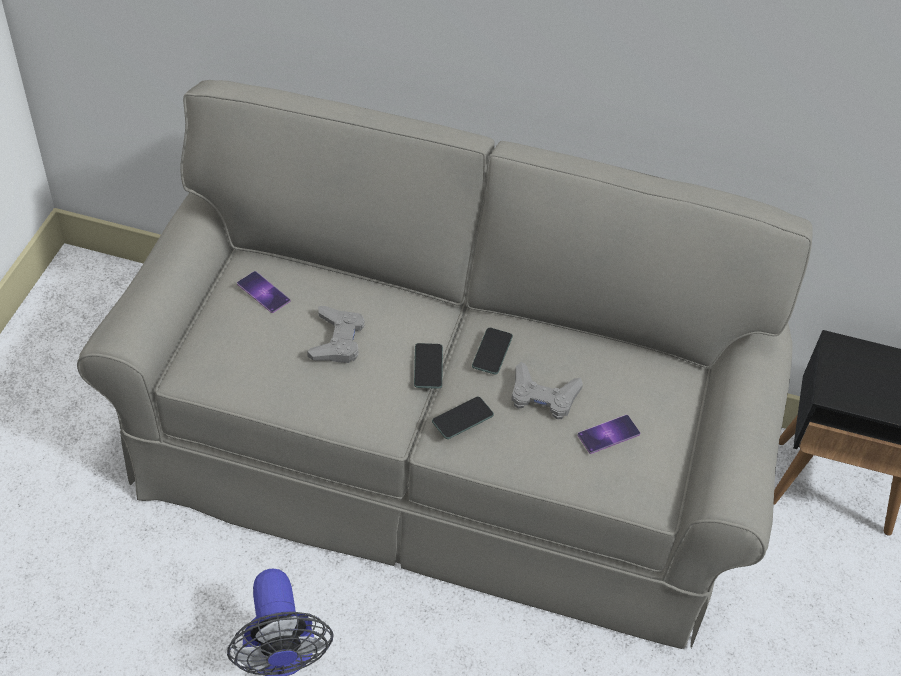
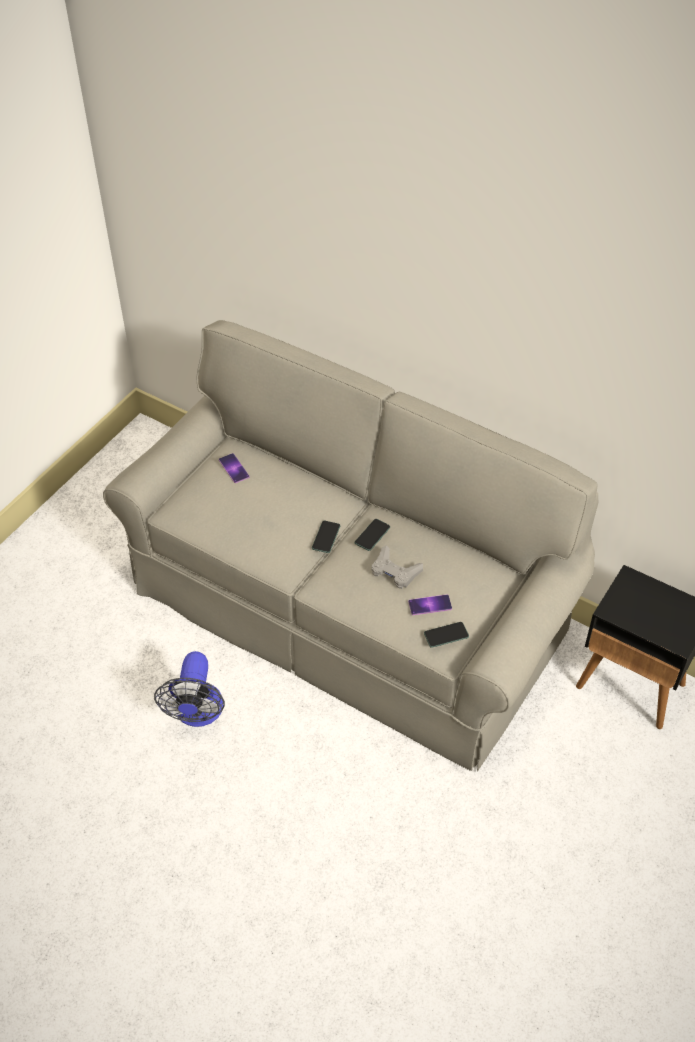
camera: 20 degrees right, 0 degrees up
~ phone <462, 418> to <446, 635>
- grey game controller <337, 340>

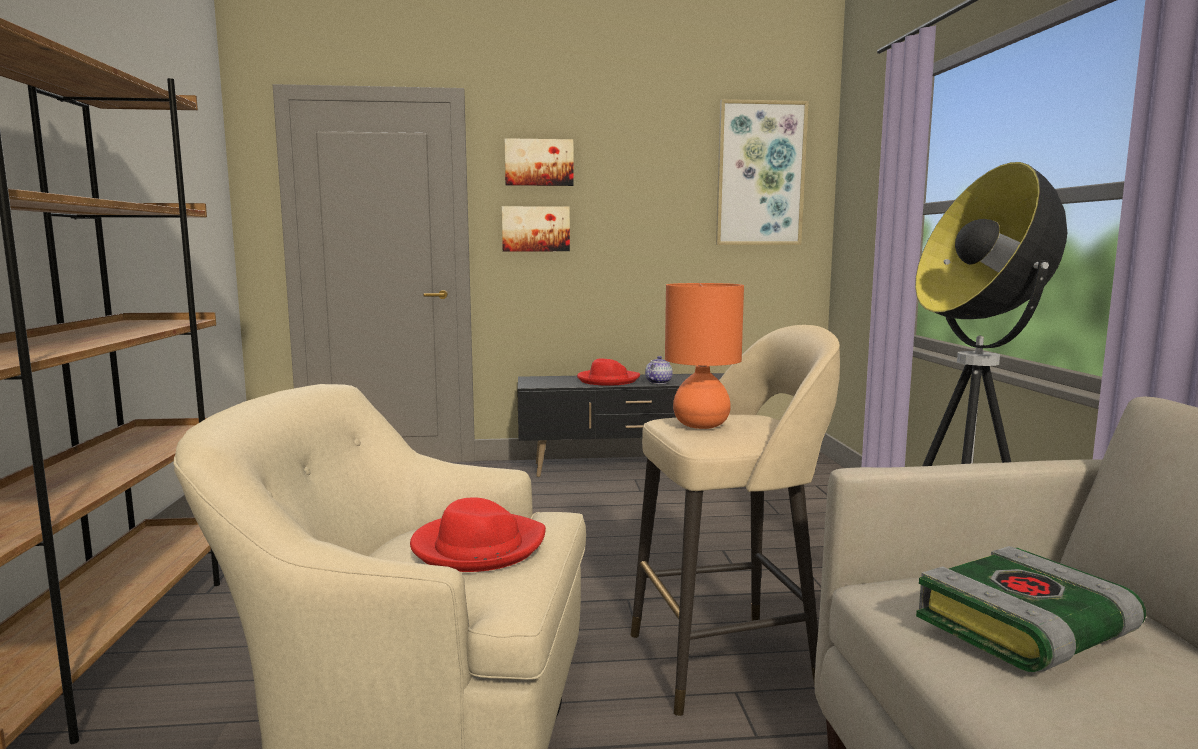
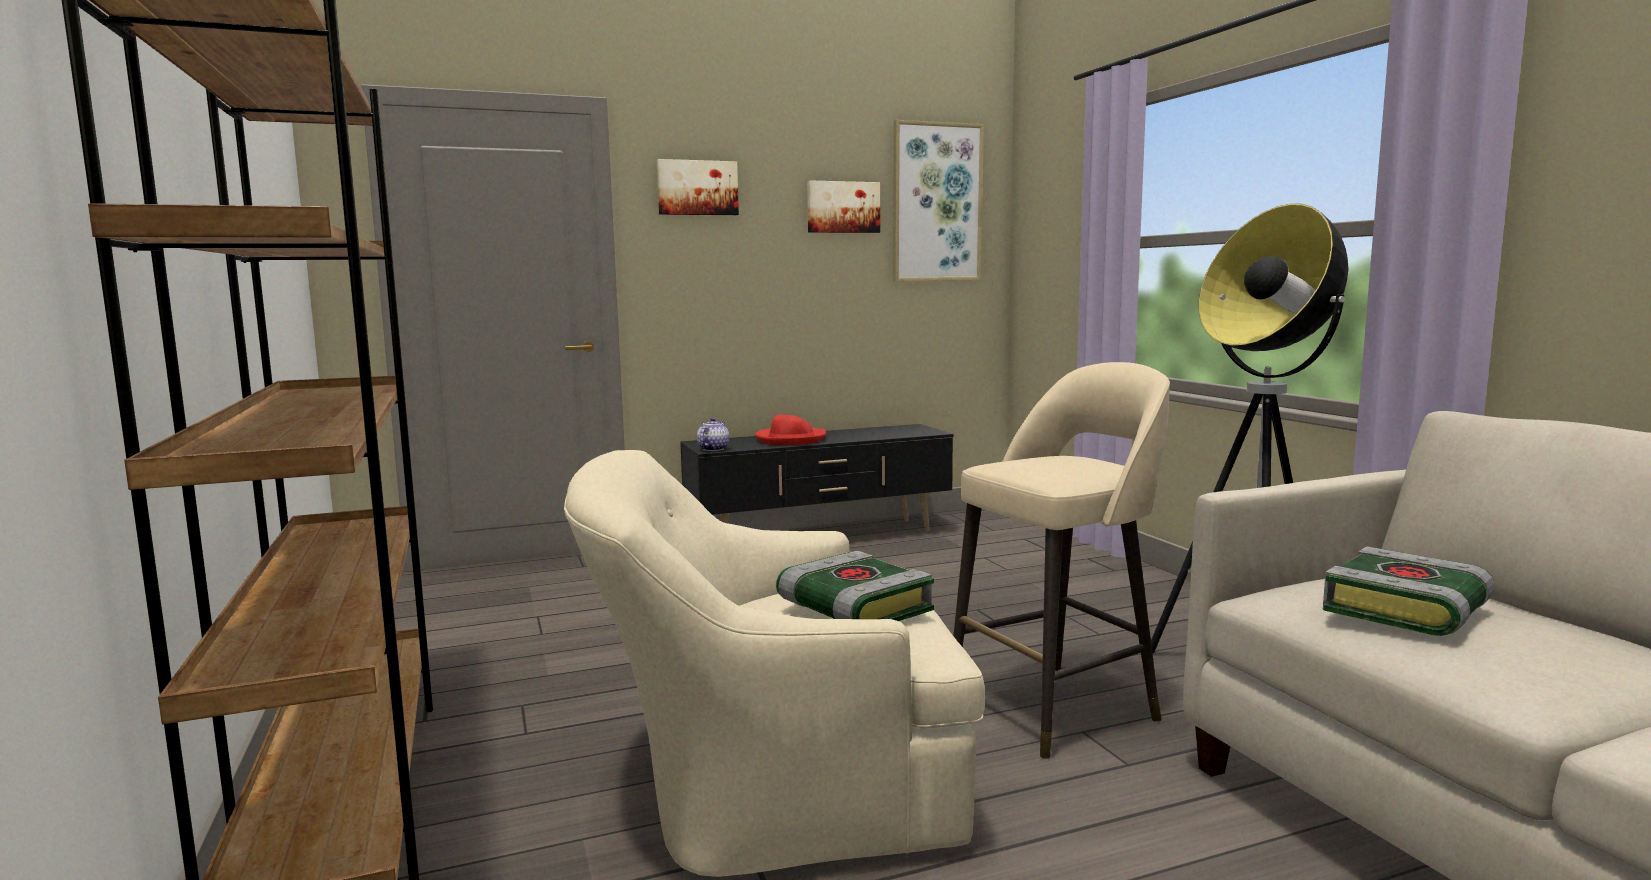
camera: 15 degrees left, 0 degrees up
~ teapot <658, 382> to <712, 449>
~ red hat <478, 547> to book <852, 608>
~ picture <535, 229> to <842, 207>
- orange table lamp <702, 425>

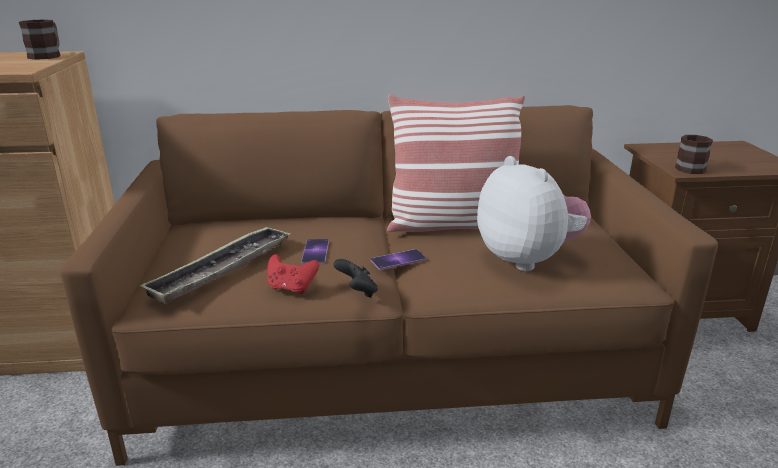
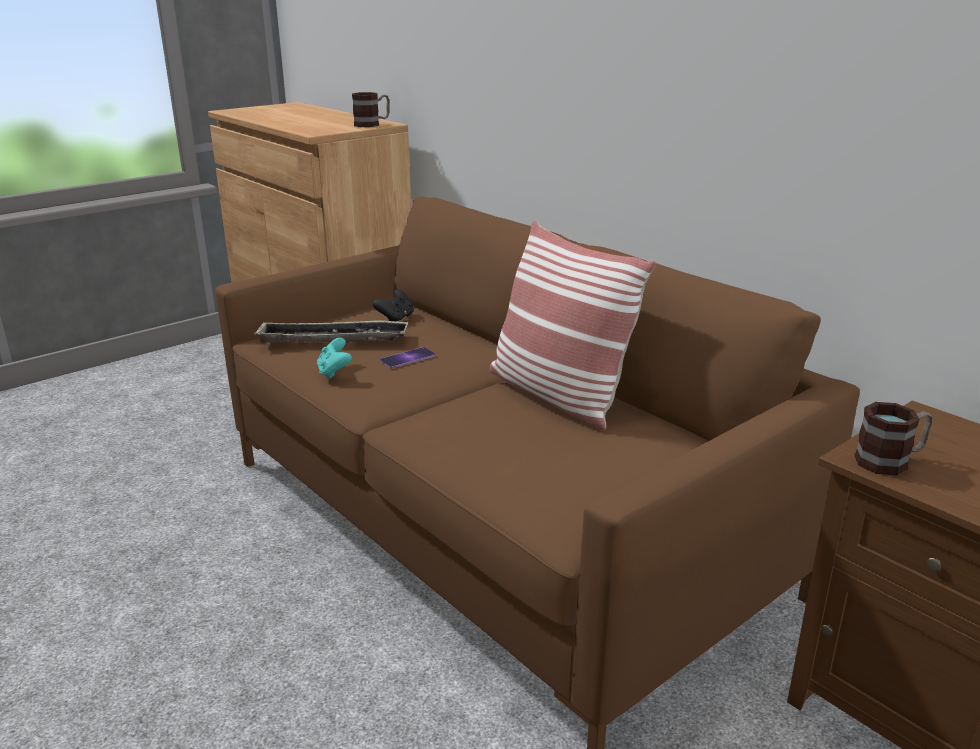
camera: 55 degrees right, 0 degrees up
~ red game controller <291, 288> to turquoise game controller <334, 372>
~ black game controller <357, 292> to <395, 319>
- phone <398, 260>
- plush toy <528, 259>

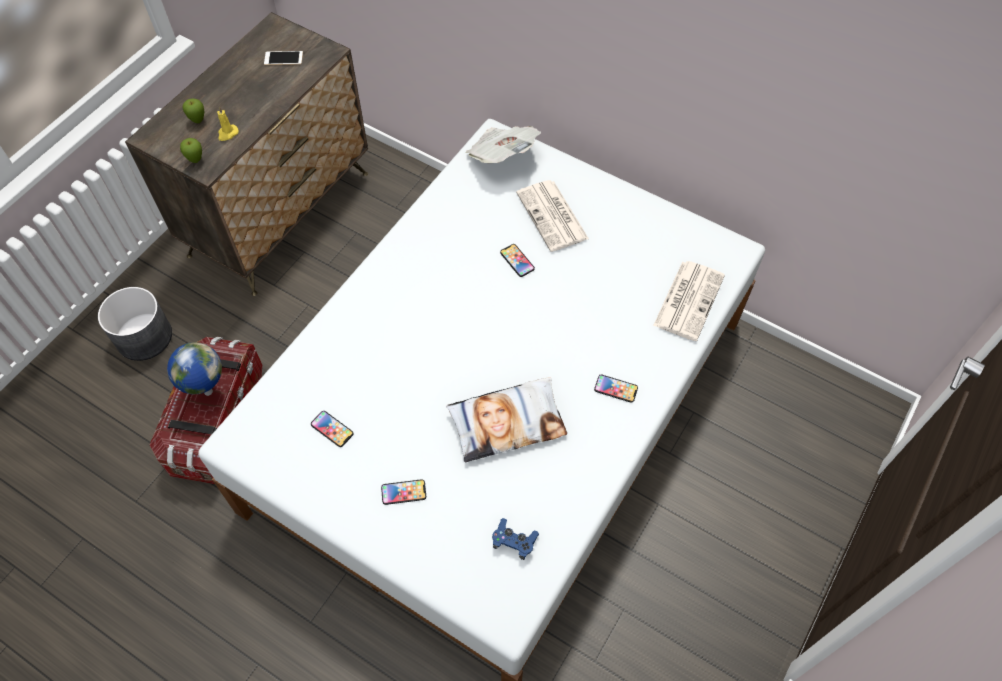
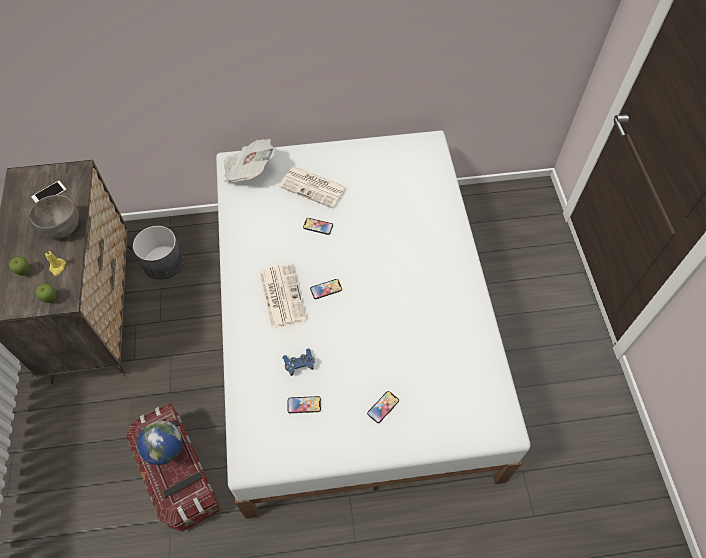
camera: 40 degrees left, 0 degrees up
+ grey bowl <63, 228>
~ grey planter <144, 336> to <163, 262>
~ newspaper <688, 299> to <281, 295>
~ blue game controller <514, 542> to <299, 364>
~ phone <616, 389> to <326, 289>
- pillow <507, 422>

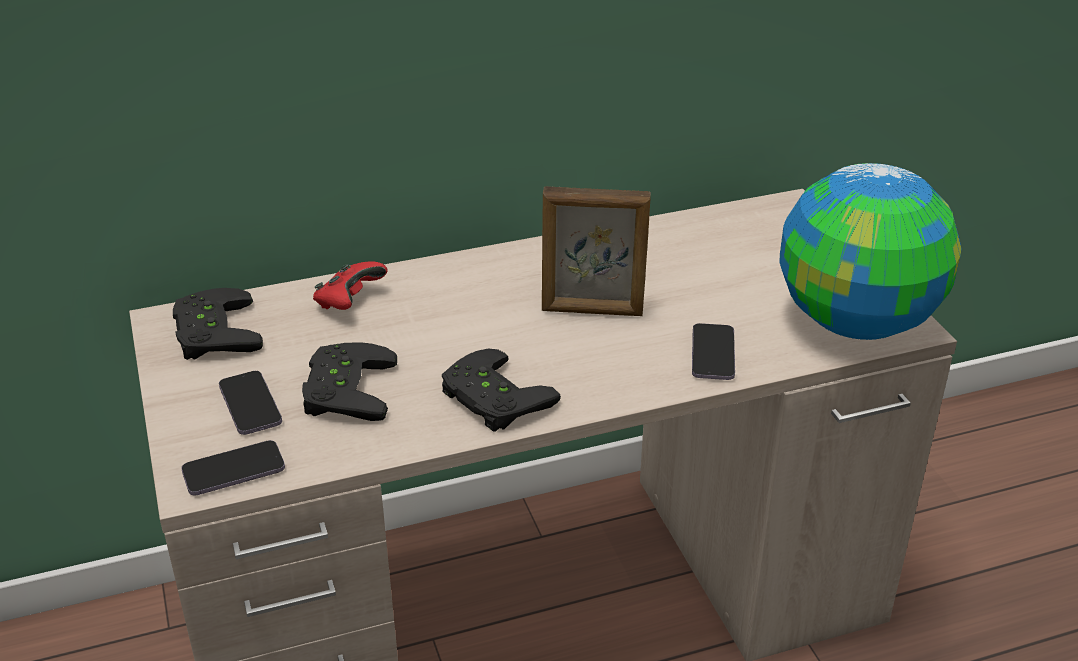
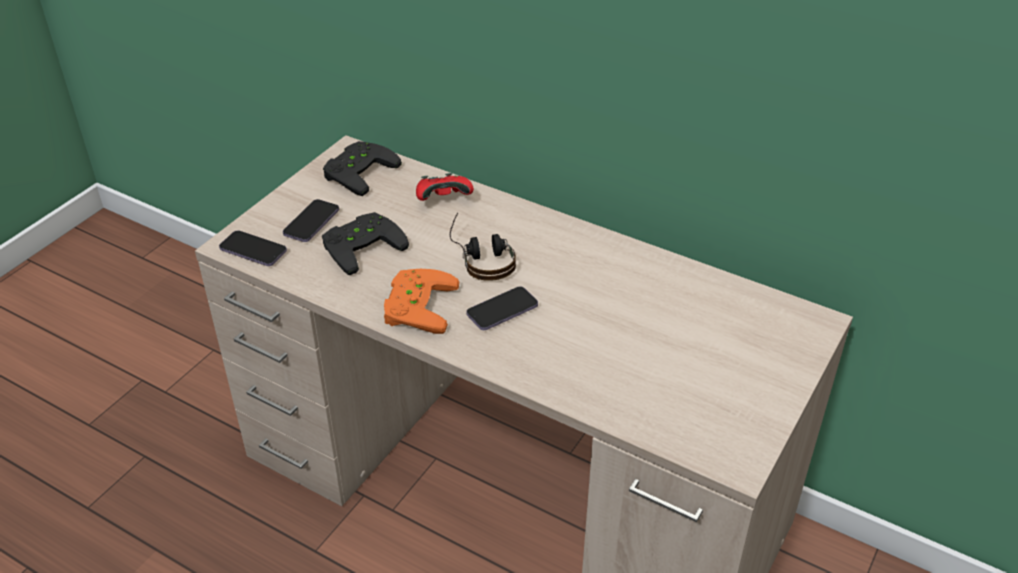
camera: 50 degrees right, 5 degrees up
~ black game controller <491, 399> to orange game controller <415, 305>
+ headphones <482, 256>
~ phone <713, 354> to <502, 310>
- picture frame <592, 311>
- globe <857, 322>

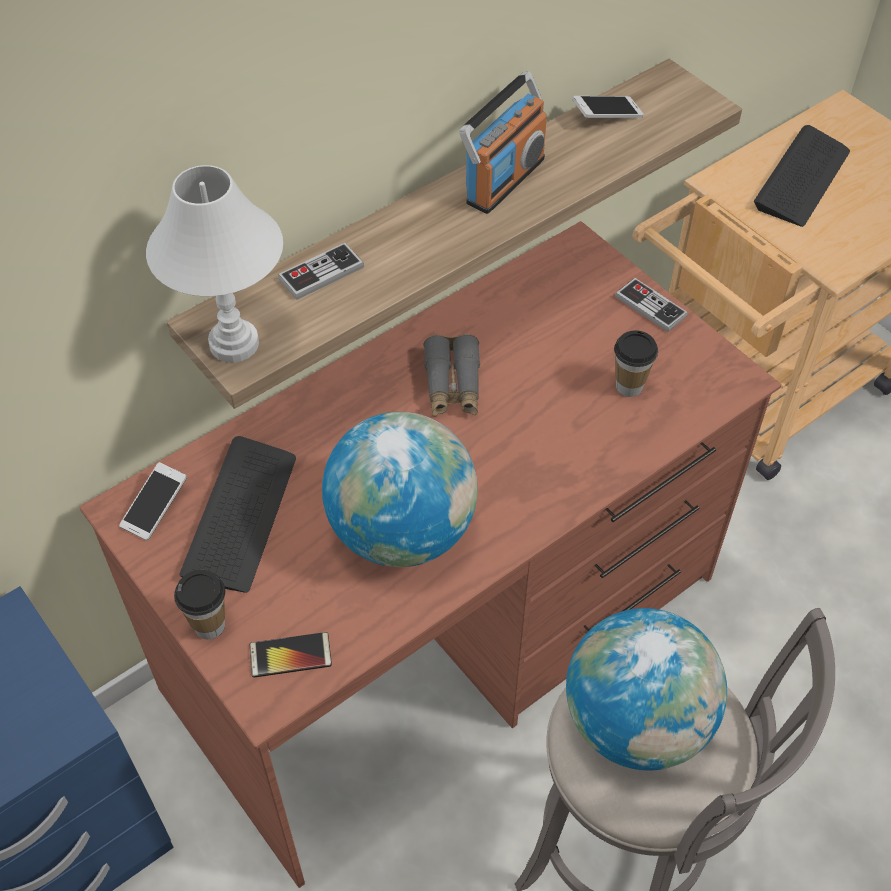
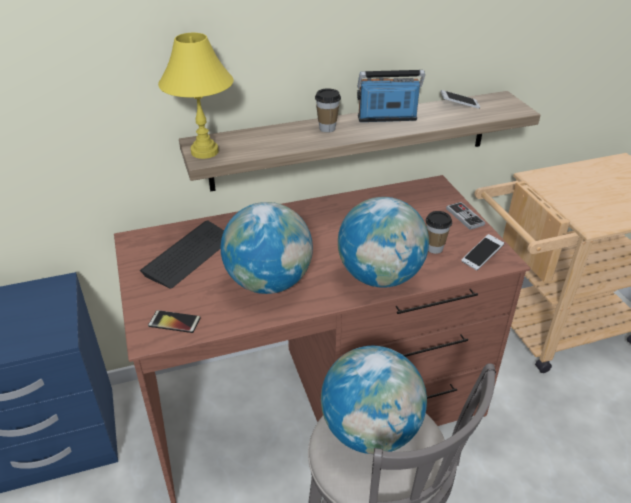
camera: 20 degrees right, 15 degrees down
~ white table lamp <233, 344> to yellow table lamp <204, 151>
~ cup <209, 625> to <327, 128>
+ globe <380, 277>
~ radio <504, 180> = <387, 118> 150 degrees counterclockwise
~ phone <155, 508> to <481, 257>
- game controller <321, 273>
- grey binoculars <452, 385>
- keyboard <802, 178>

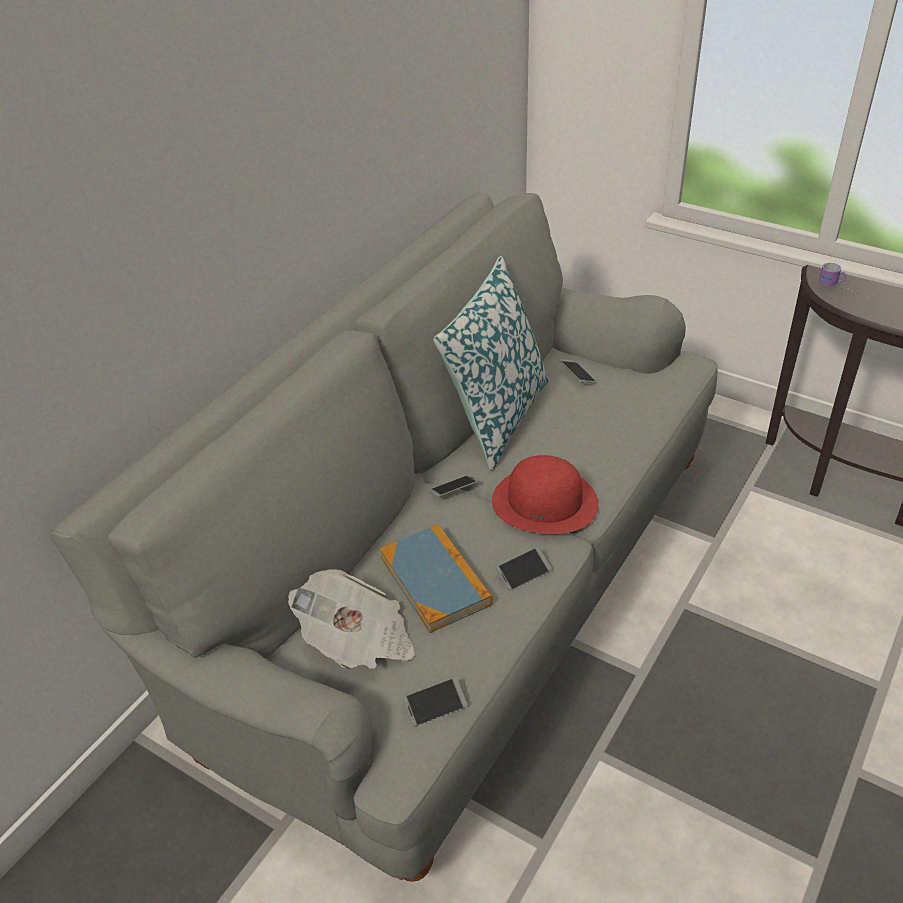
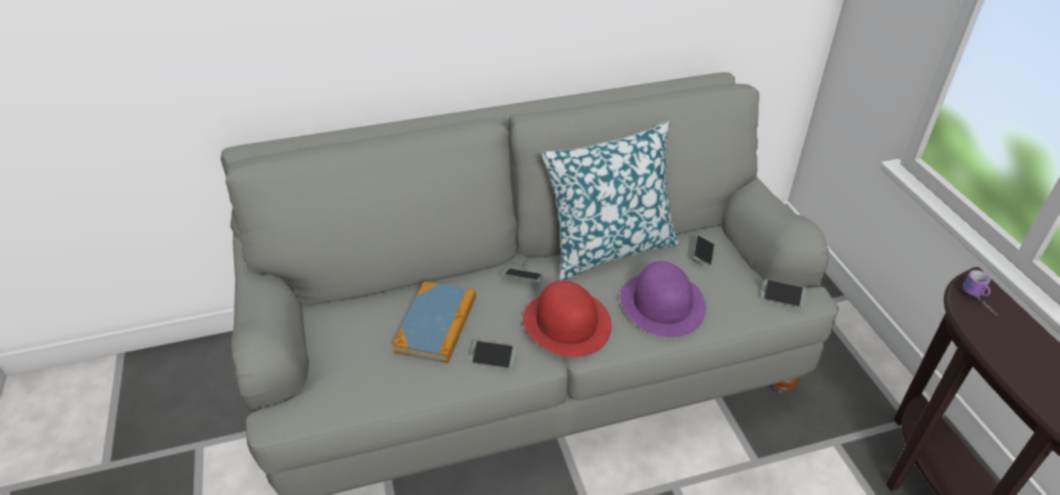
camera: 40 degrees right, 0 degrees up
+ purple hat <662, 304>
~ phone <435, 705> to <782, 296>
- newspaper <358, 641>

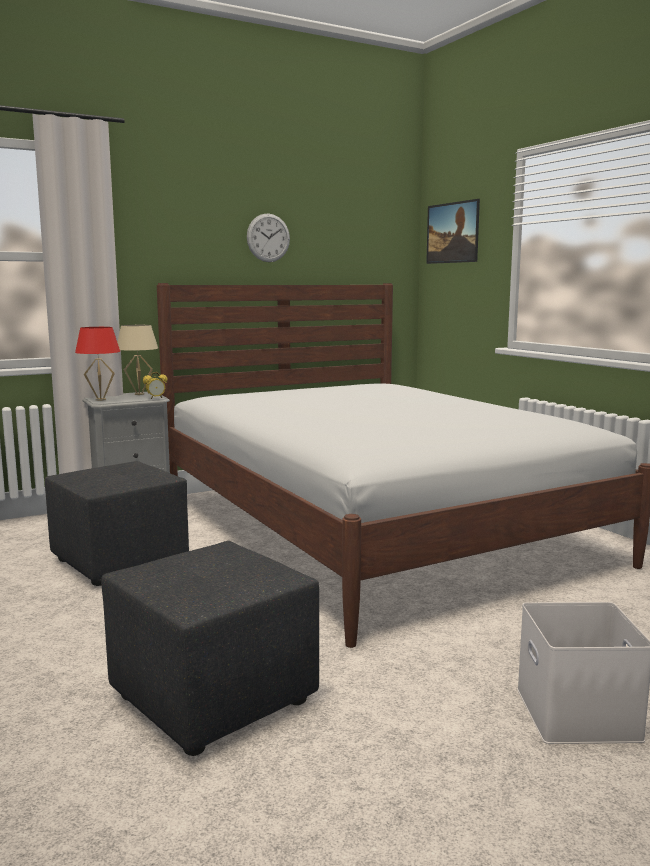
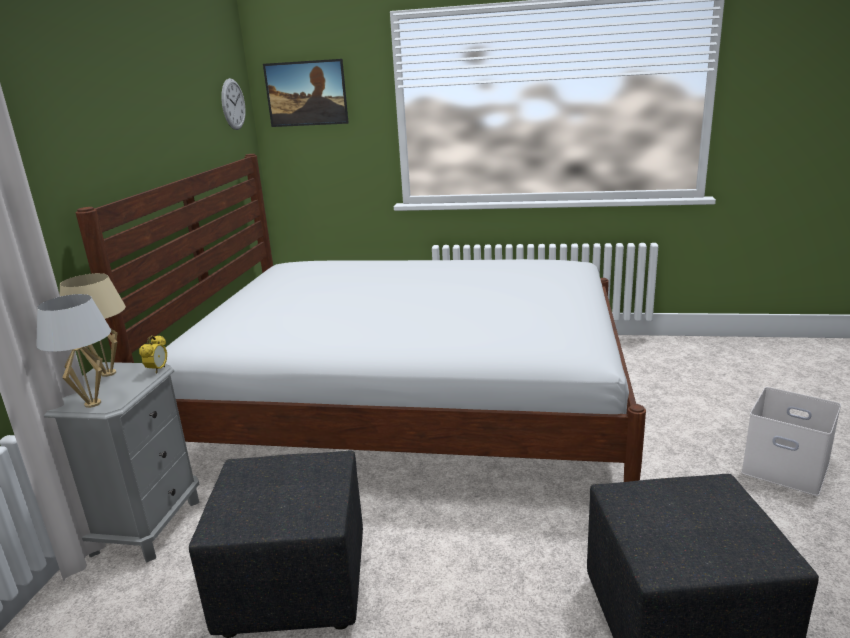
camera: 50 degrees left, 10 degrees up
~ red table lamp <100, 399> to white table lamp <92, 403>
~ wall clock <268, 238> to <233, 104>

